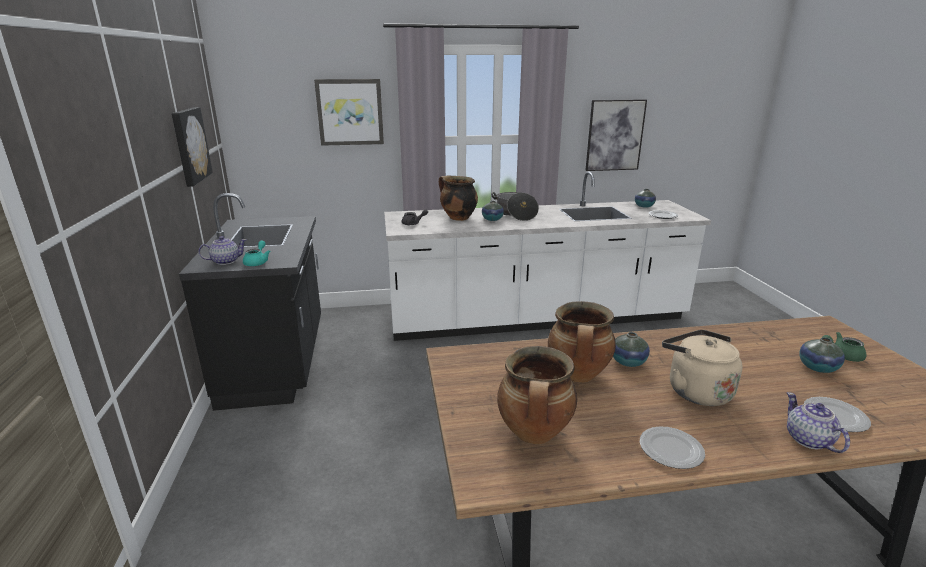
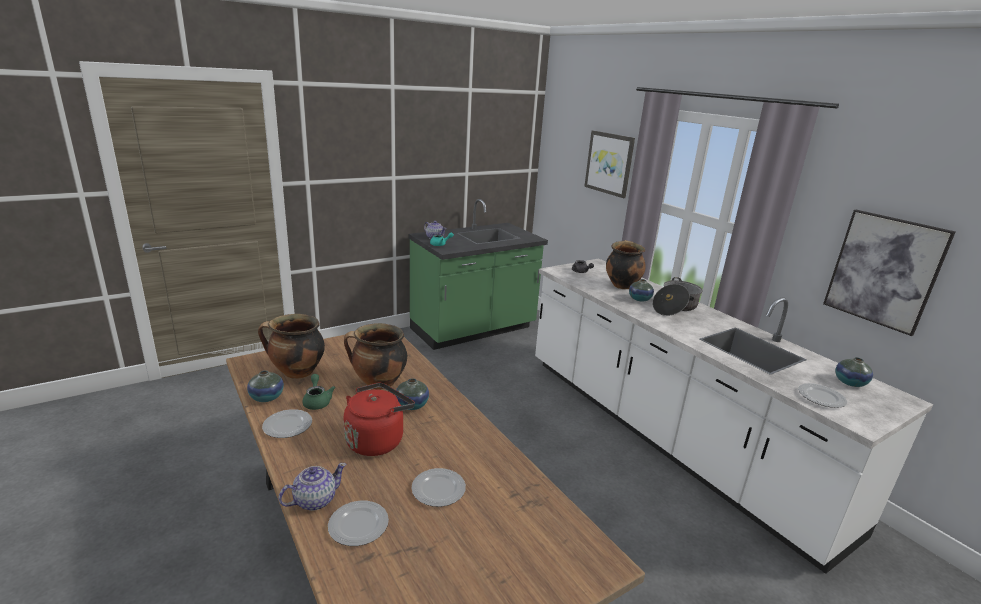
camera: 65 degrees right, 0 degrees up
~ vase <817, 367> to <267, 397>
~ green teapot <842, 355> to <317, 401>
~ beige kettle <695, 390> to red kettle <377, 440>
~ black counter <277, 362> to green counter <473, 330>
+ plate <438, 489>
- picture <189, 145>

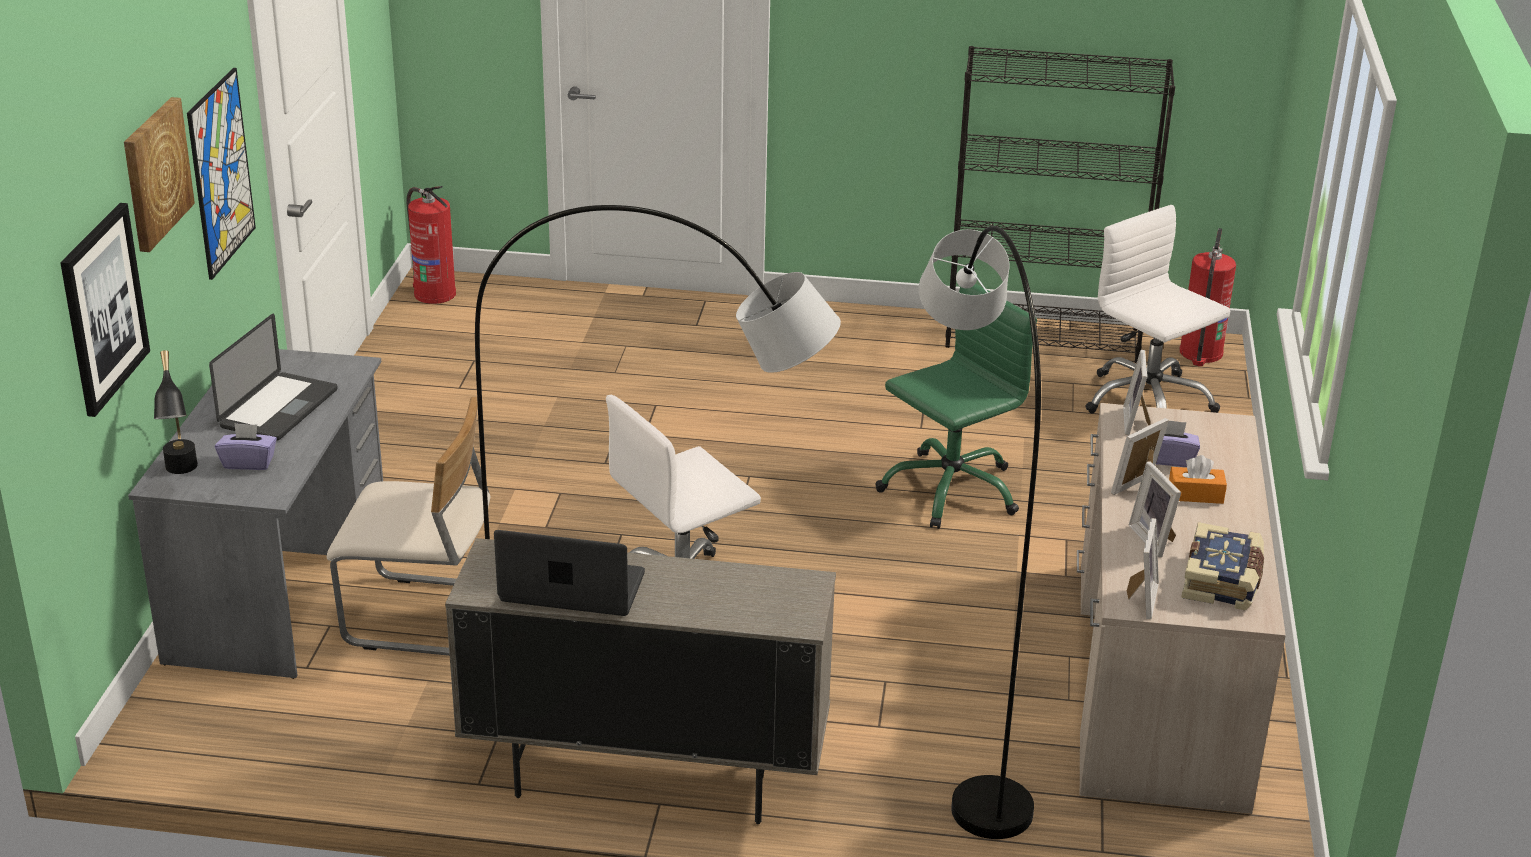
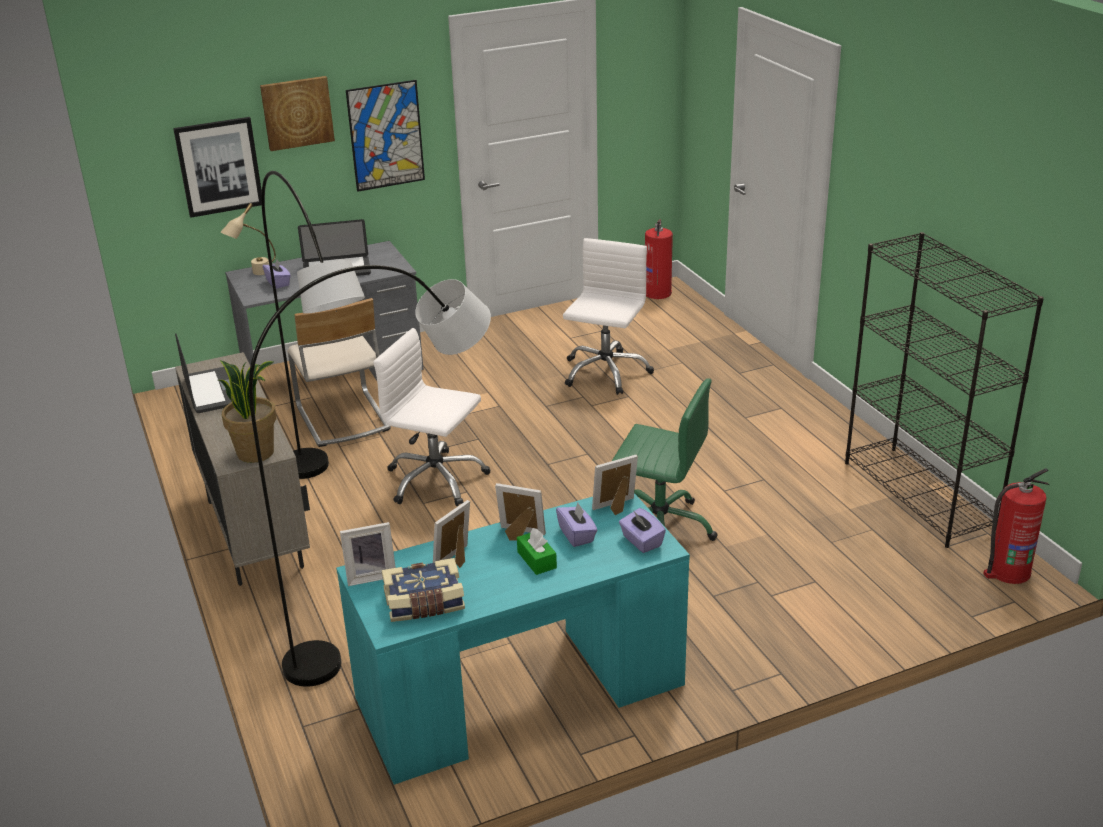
camera: 60 degrees right, 0 degrees up
+ potted plant <256, 452>
~ black table lamp <181, 474> to beige table lamp <254, 274>
~ beige desk <1157, 679> to turquoise desk <518, 690>
~ orange tissue box <1195, 494> to green tissue box <536, 560>
~ white office chair <1147, 401> to <605, 372>
+ purple tissue box <641, 541>

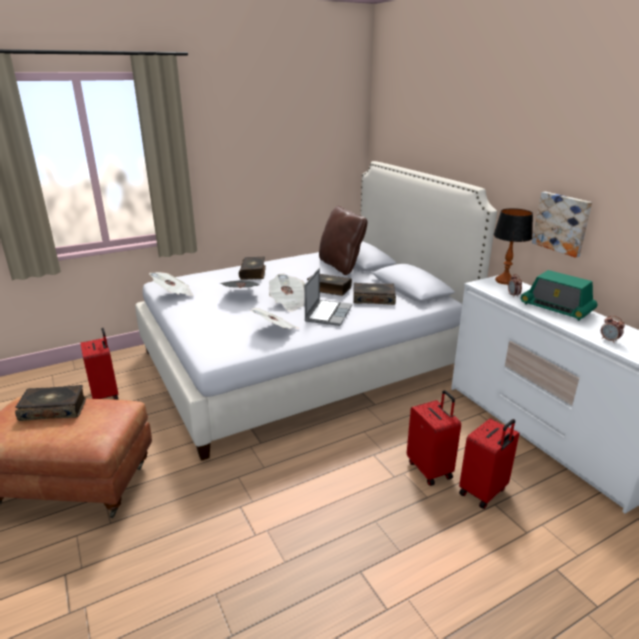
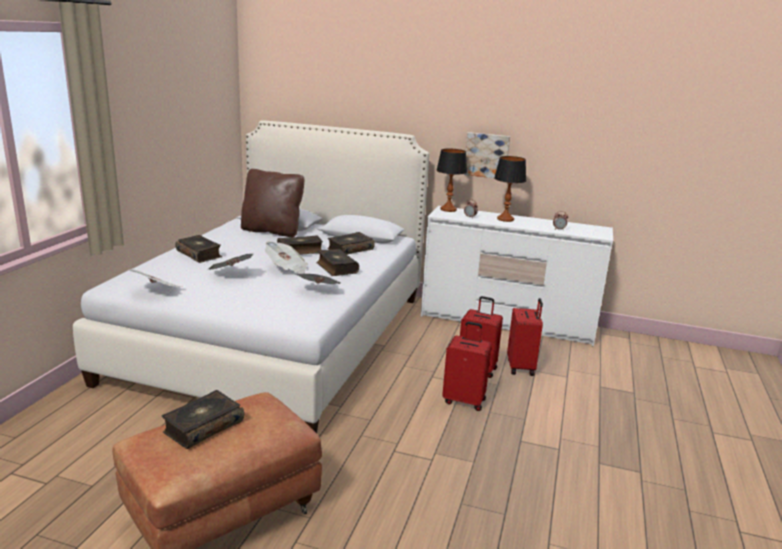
camera: 45 degrees left, 5 degrees down
~ laptop <328, 313> to book <336, 268>
~ red suitcase <106, 395> to <464, 400>
~ radio <556, 308> to table lamp <505, 219>

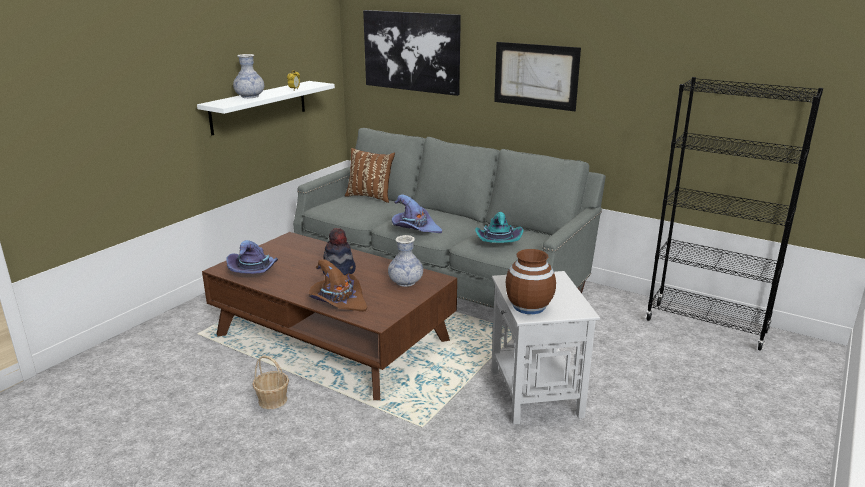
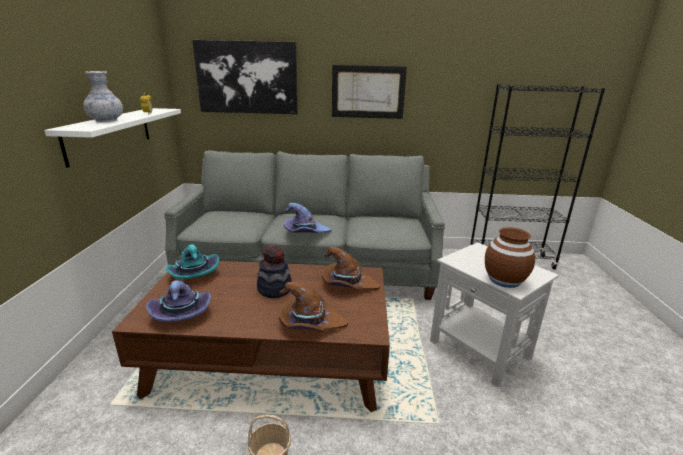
camera: 30 degrees left, 0 degrees up
~ turquoise hat <497, 241> to <193, 274>
~ vase <405, 282> to brown hat <347, 283>
- brown pillow <370, 196>

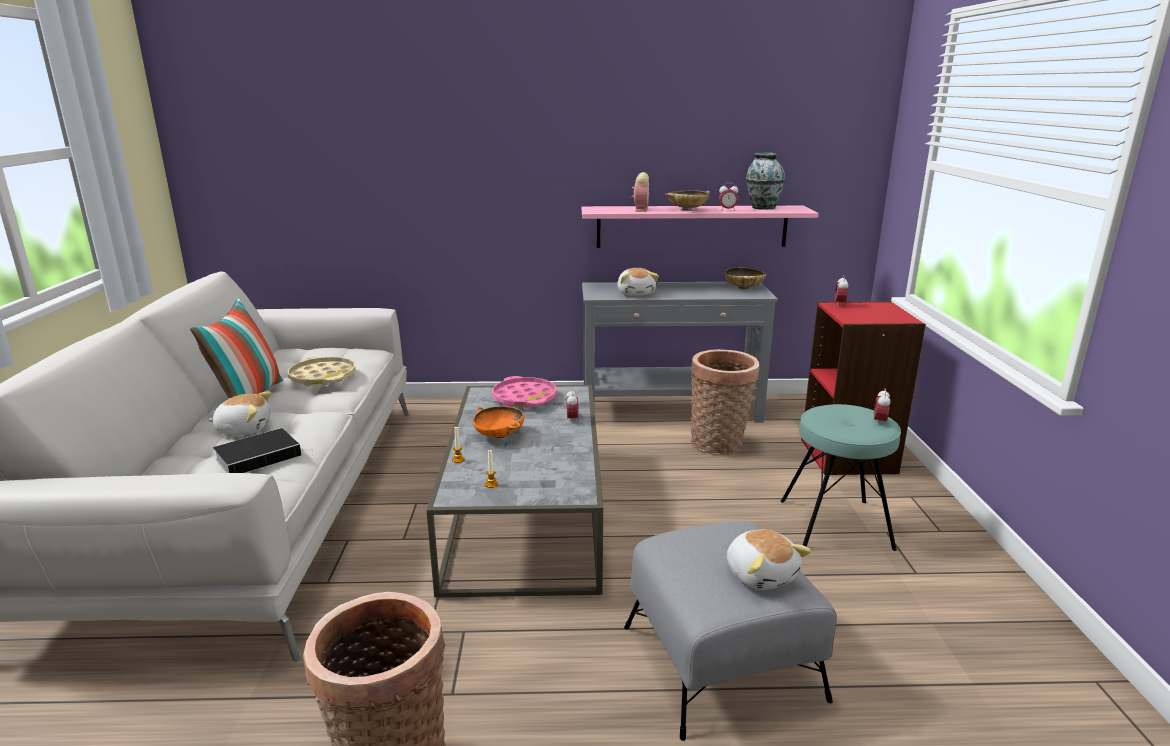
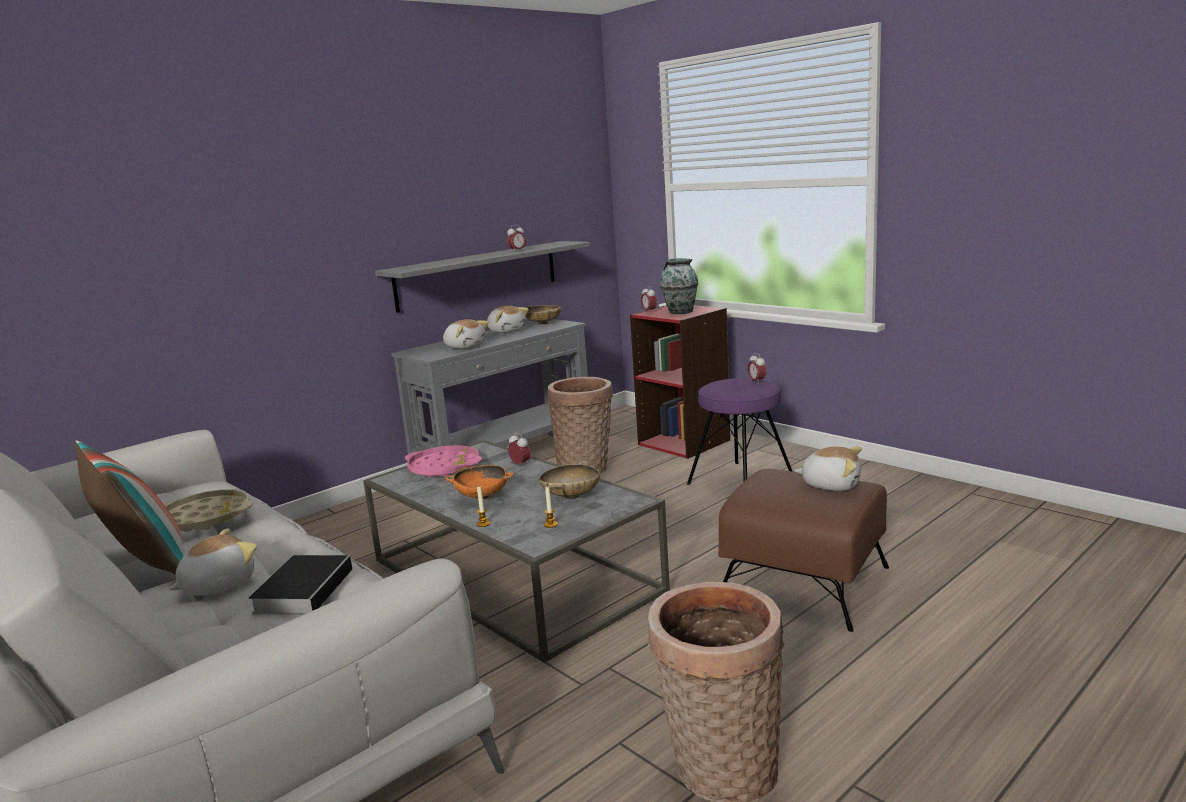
camera: 40 degrees left, 5 degrees down
~ pink shelf <692, 226> to grey shelf <478, 275>
+ plush toy <507, 331>
~ beige bowl <687, 210> to <570, 496>
~ vase <762, 207> to <680, 312>
~ turquoise stool <835, 524> to purple stool <740, 482>
~ grey ottoman <721, 663> to brown ottoman <805, 583>
- alarm clock <641, 209>

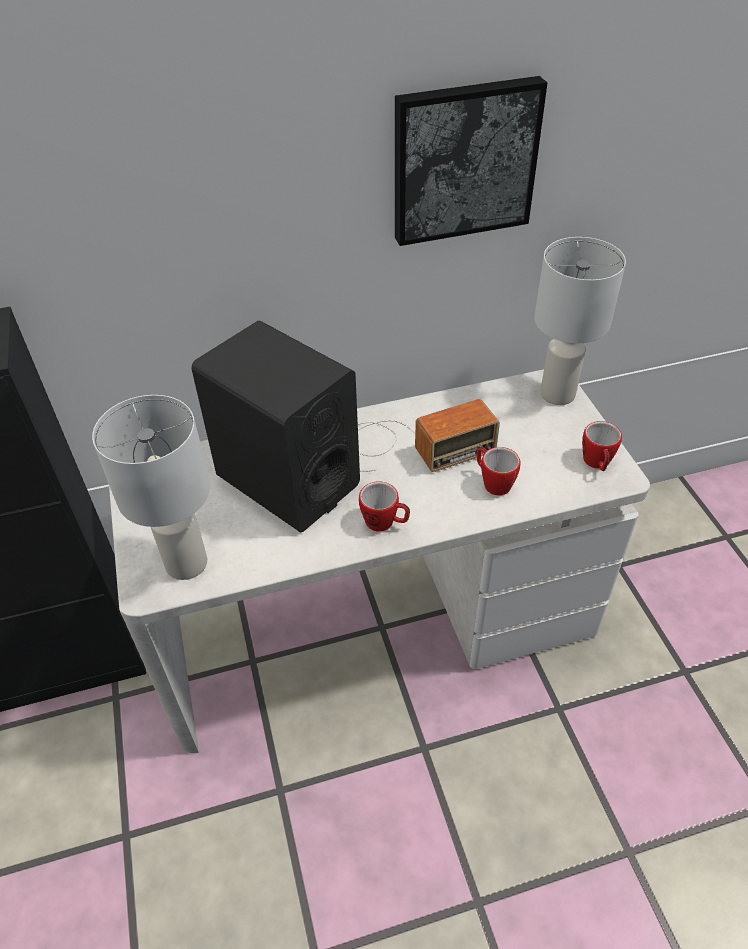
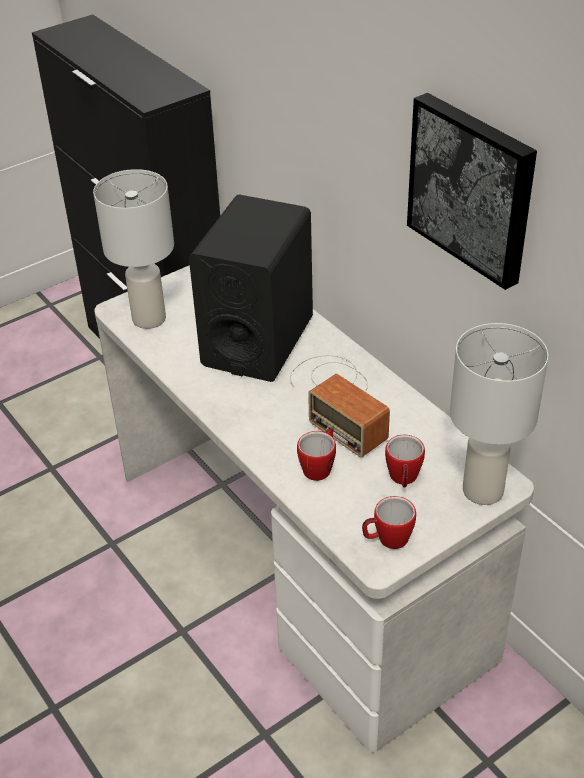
camera: 70 degrees right, 5 degrees down
~ mug <385, 523> to <403, 479>

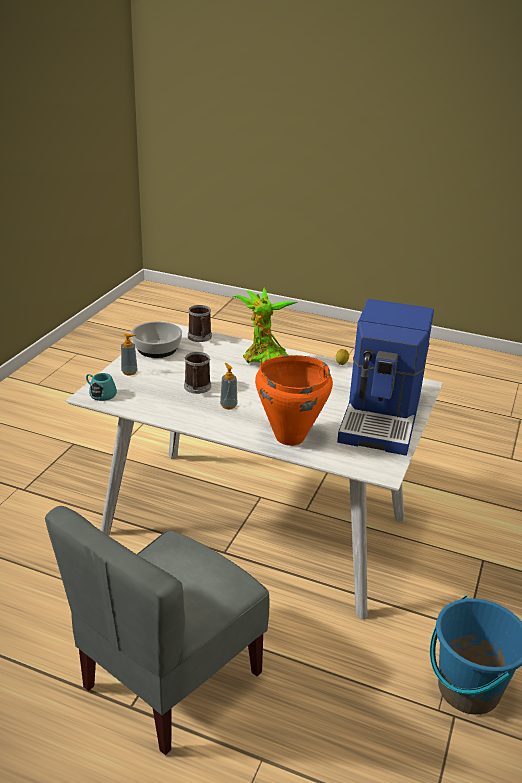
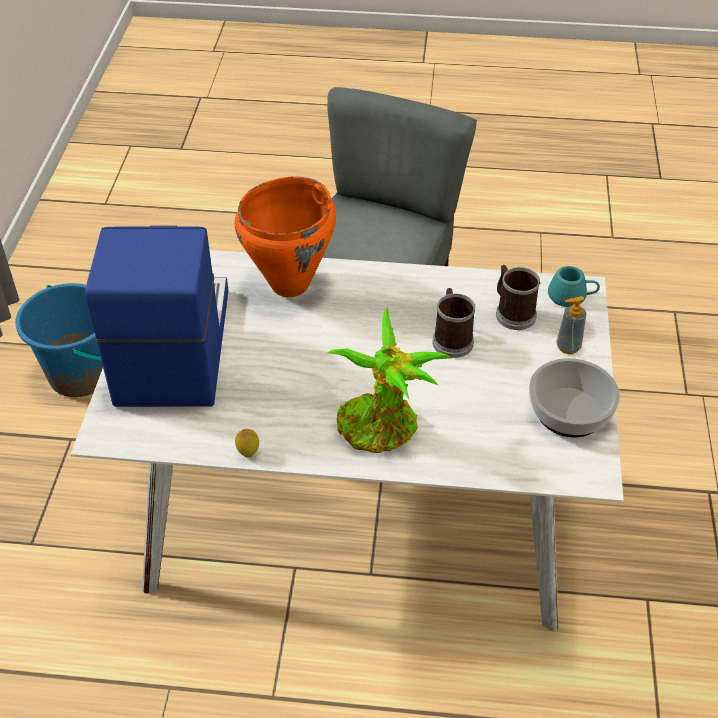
camera: 165 degrees right, 15 degrees up
~ mug <200, 337> to <512, 313>
- soap dispenser <228, 405>

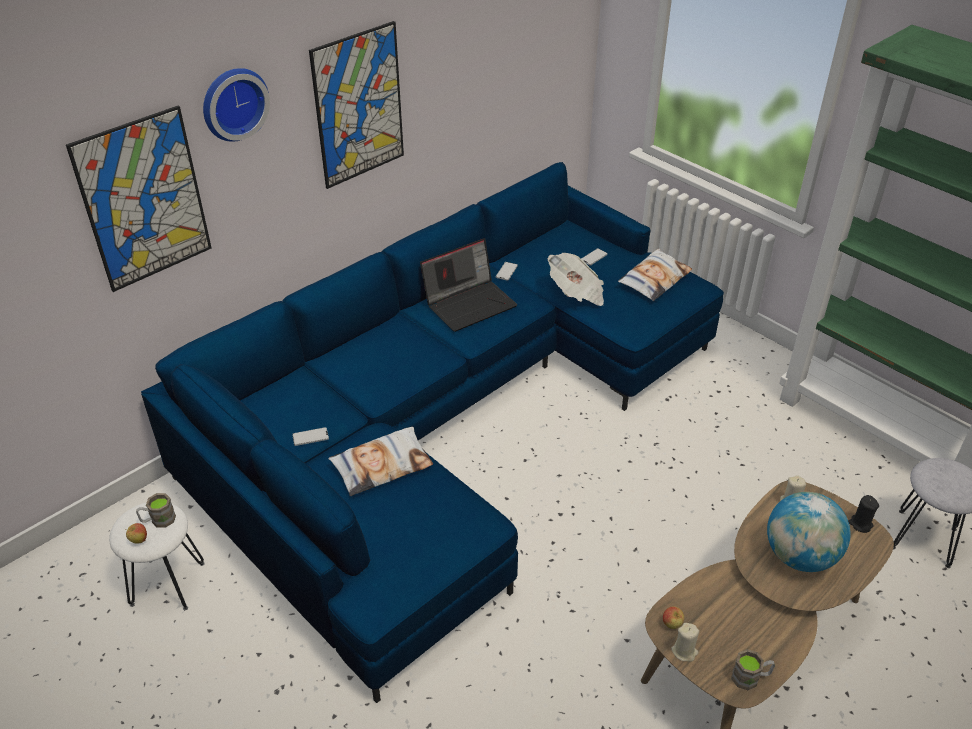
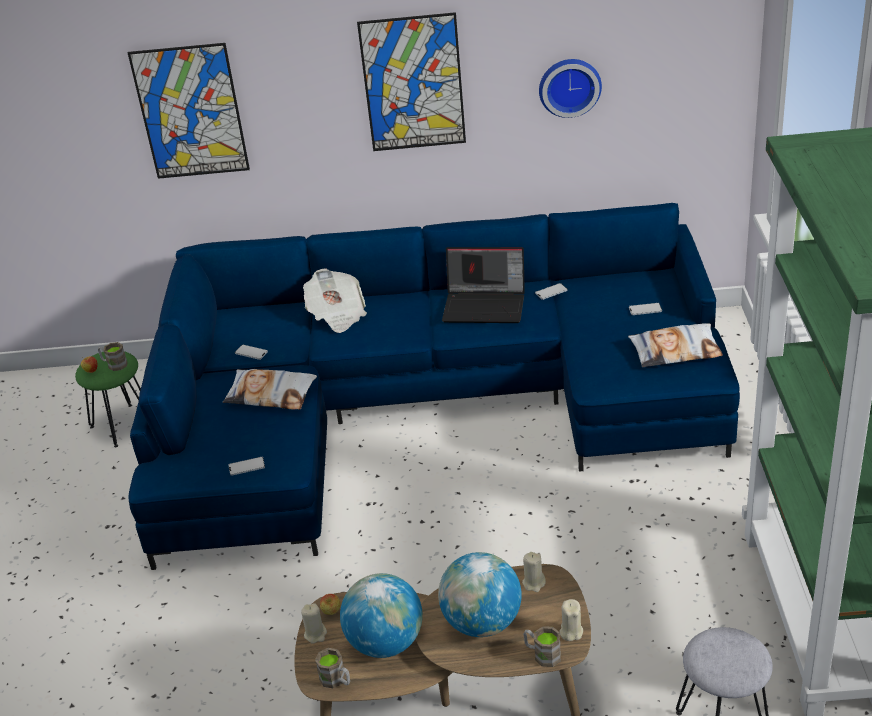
camera: 45 degrees right, 5 degrees down
~ white stool <167, 583> to green stool <123, 425>
+ phone <247, 467>
~ newspaper <576, 293> to <337, 315>
+ globe <385, 643>
+ brown mug <542, 654>
~ wall clock <233, 103> to <569, 86>
~ black candle <860, 524> to beige candle <571, 632>

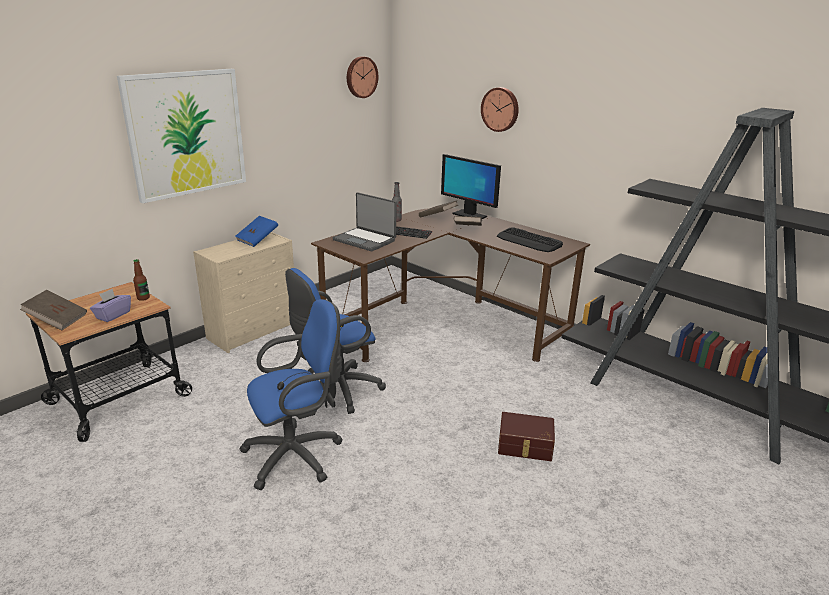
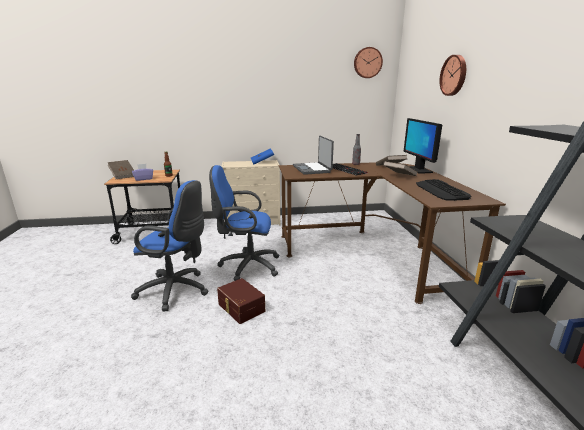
camera: 40 degrees right, 5 degrees down
~ brown storage box <525, 446> to <240, 308>
- picture <186, 133>

